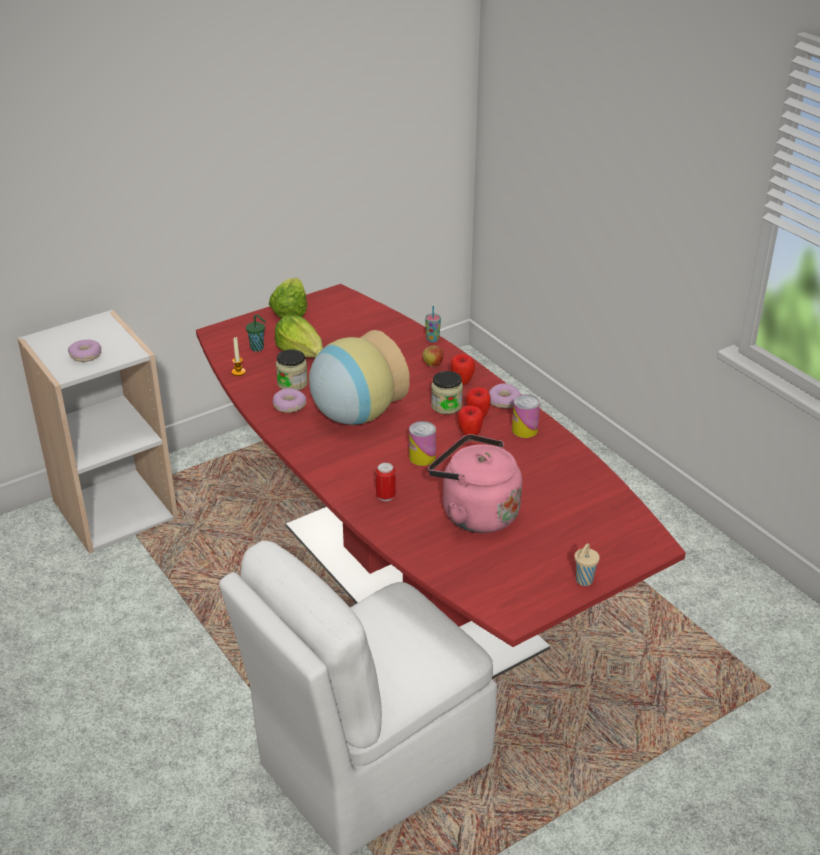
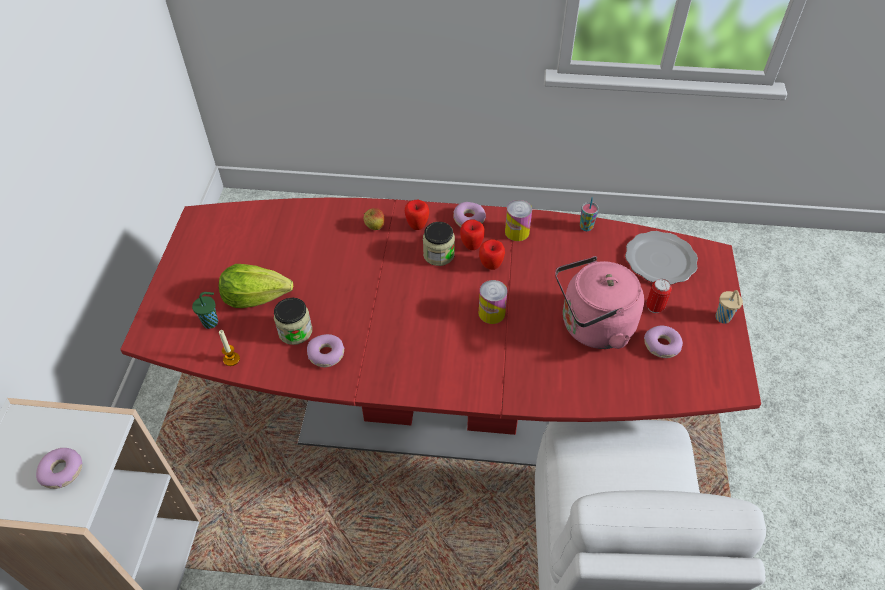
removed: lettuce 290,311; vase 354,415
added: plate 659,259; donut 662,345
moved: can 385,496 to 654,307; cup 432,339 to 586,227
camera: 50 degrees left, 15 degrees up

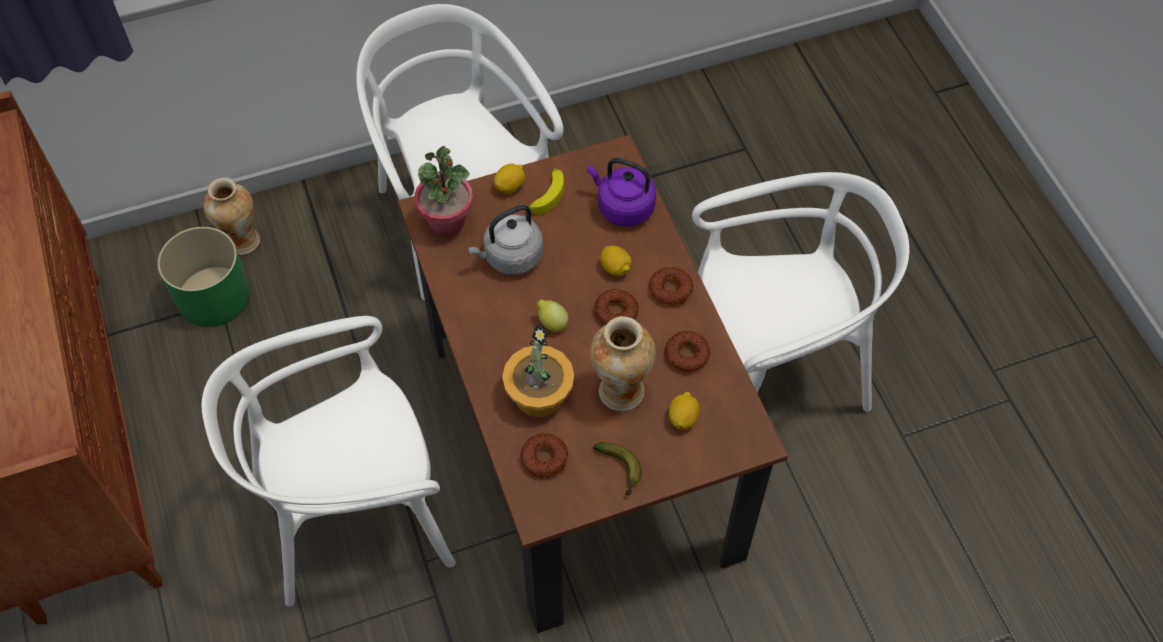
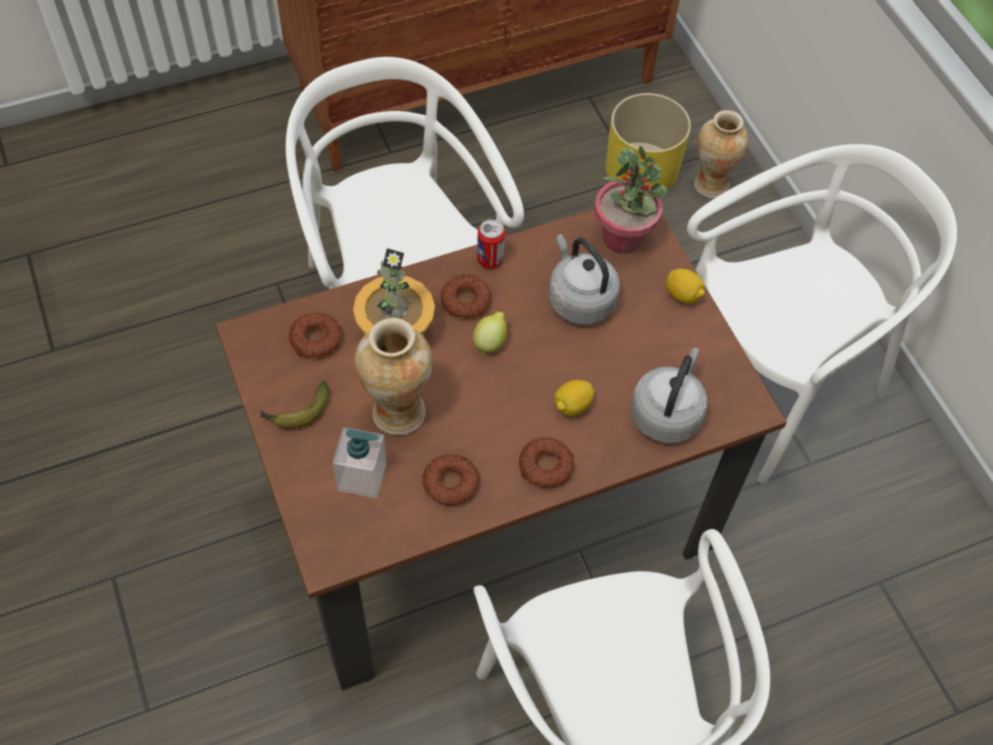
removed: banana 548,195
added: can 490,260
moved: donut 616,312 to 465,300
replaced: lemon 683,418 to soap dispenser 362,477
recoloured: planter (green) 213,296 to planter (yellow) 641,169; kettle (purple) 622,207 to kettle (grey) 666,413
camera: 85 degrees right, 0 degrees up

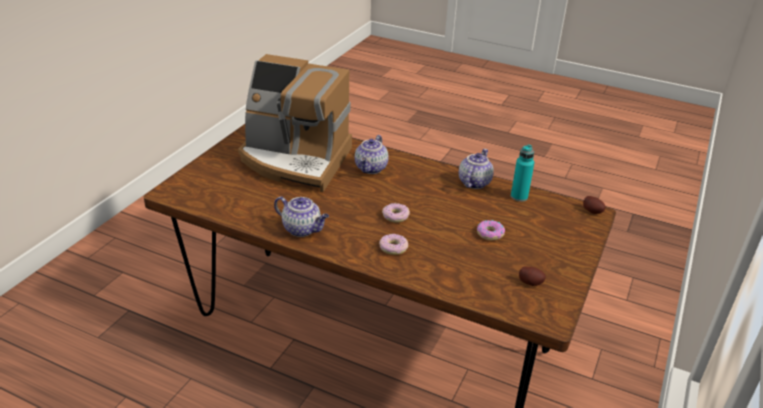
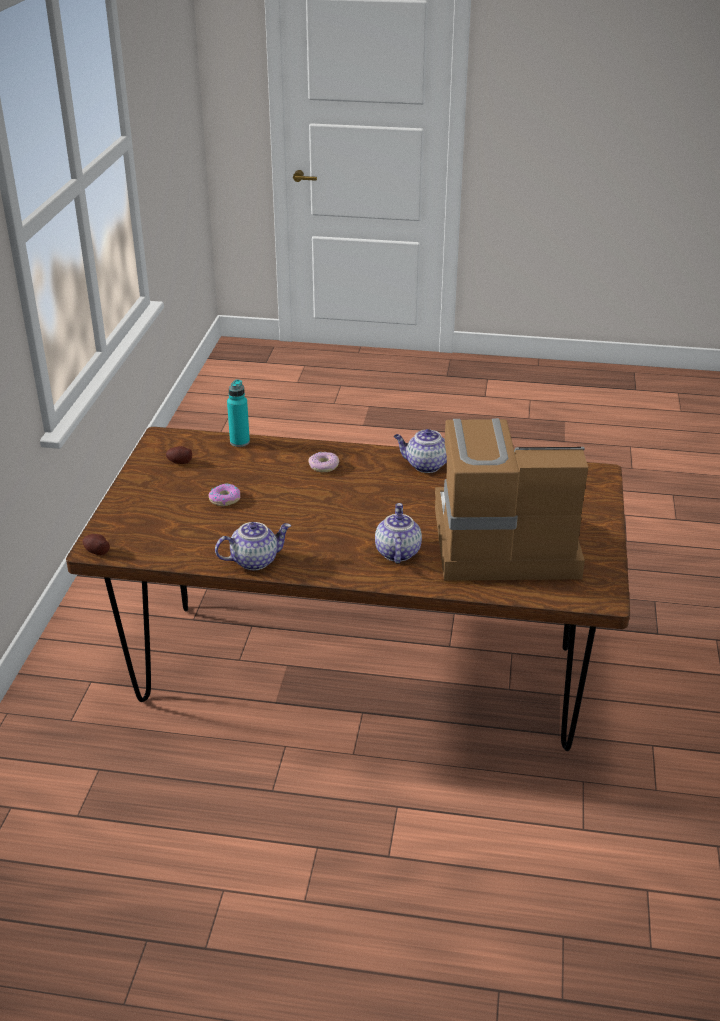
removed: donut 395,216
moved: bottle (turquoise) 519,197 to 239,442
turned: teapot 473,182 = 254,560 120 degrees counterclockwise
camera: 165 degrees right, 0 degrees up

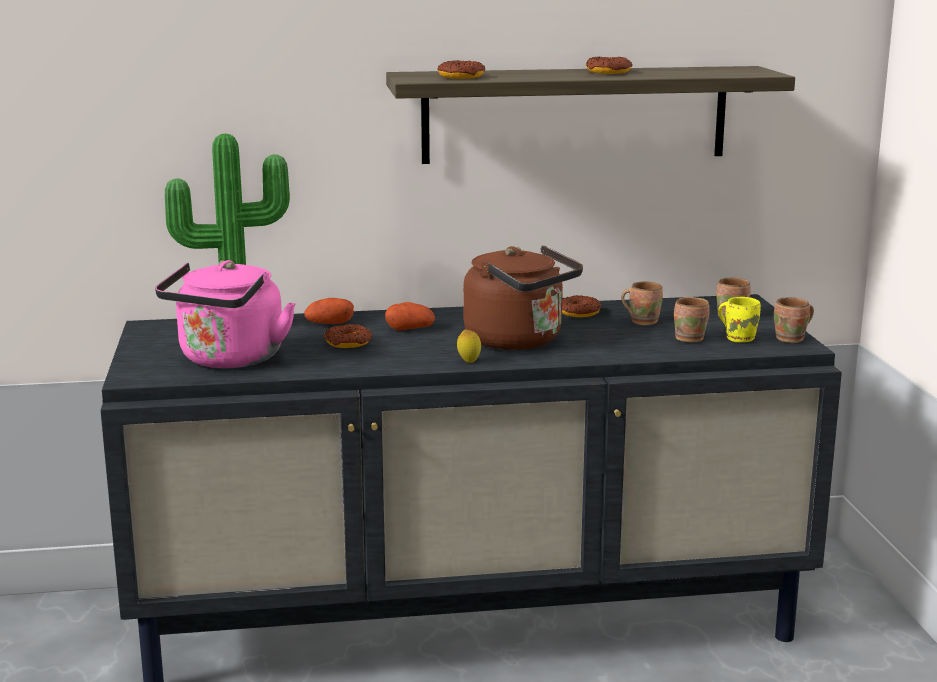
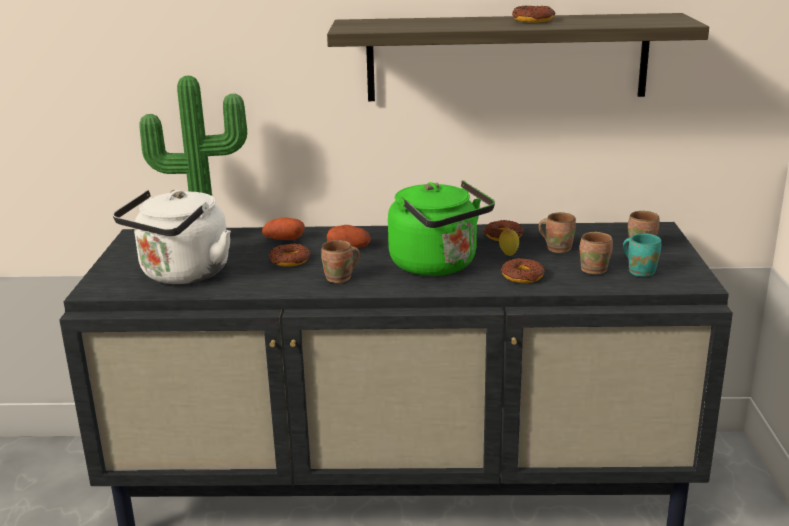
moved: donut 461,76 to 522,276; lemon 469,362 to 508,254; mug (brown) 792,339 to 340,279
recoloured: kettle (pink) 229,360 to kettle (white) 182,275; kettle (brown) 519,341 to kettle (green) 438,266; mug (yellow) 739,338 to mug (turquoise) 641,271
camera: 10 degrees right, 5 degrees up

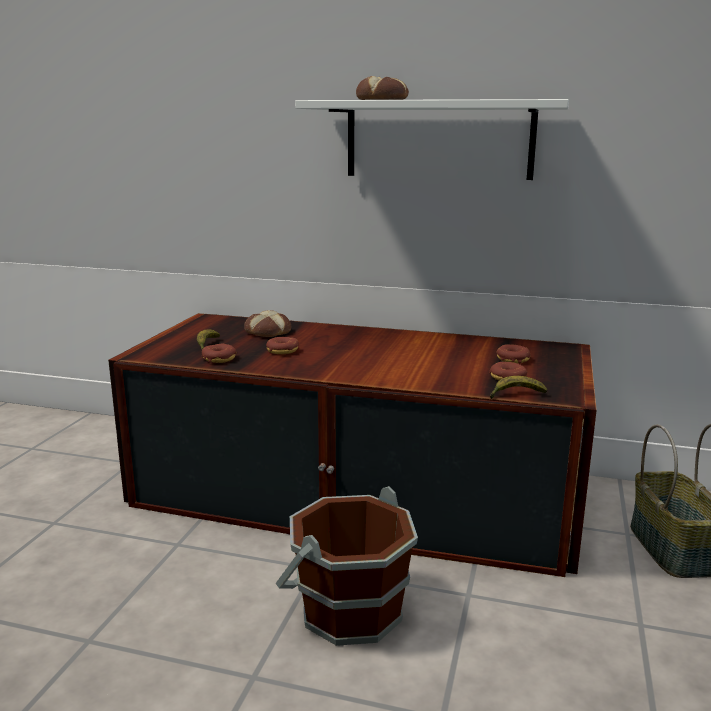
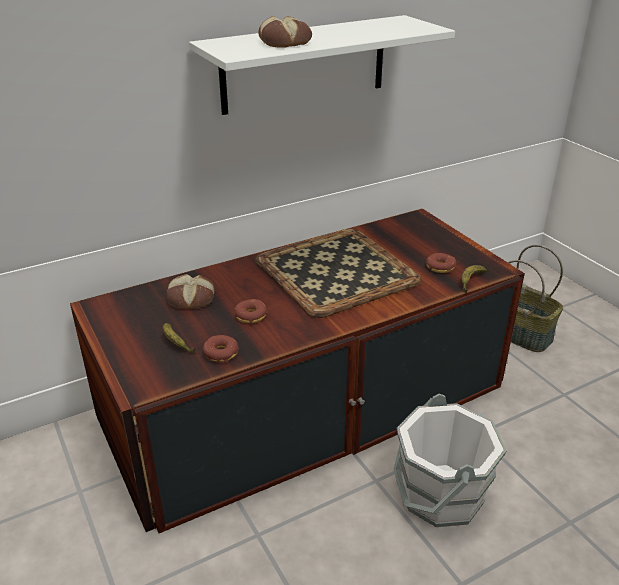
removed: donut 512,359
added: tray 336,270
recoloured: bucket (brown) 349,610 to bucket (white) 439,495
camera: 45 degrees left, 15 degrees up

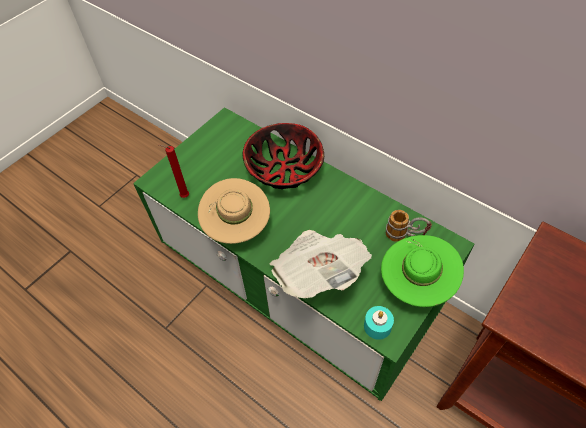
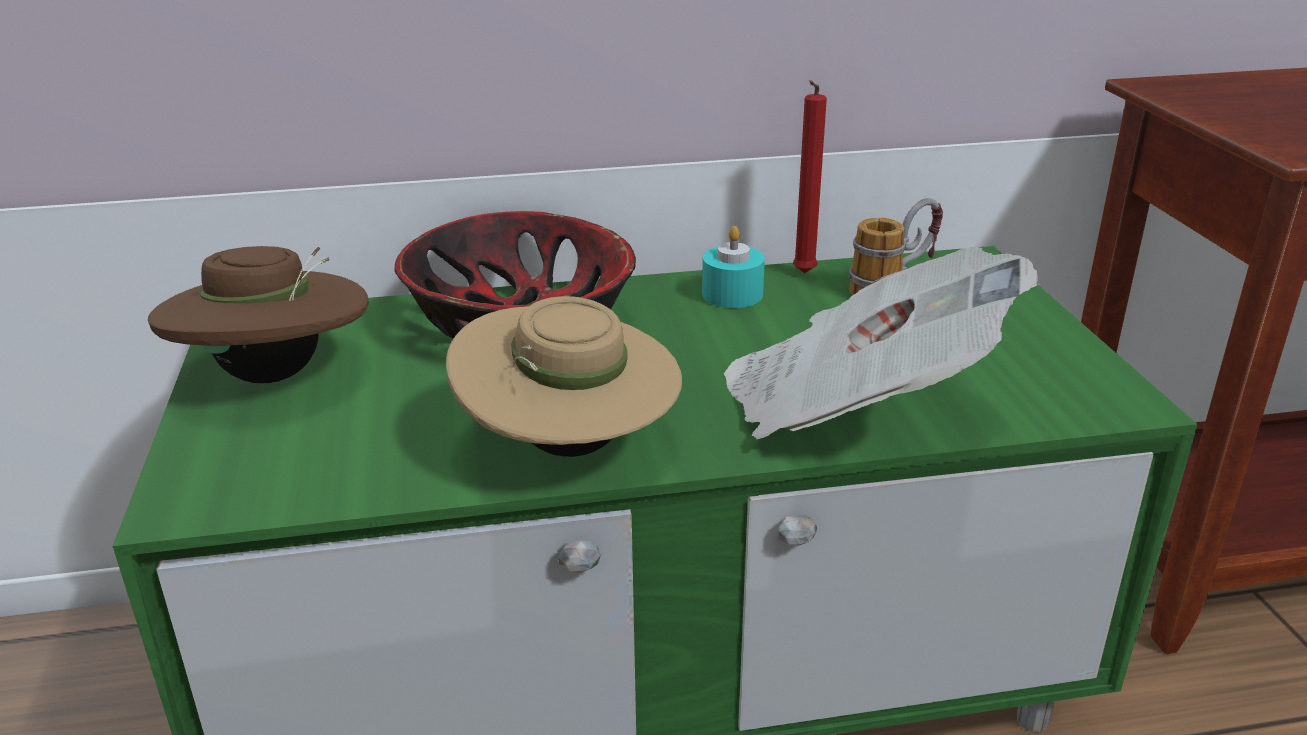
removed: hat (green) 416,284
added: hat (brown) 275,375
moved: candle (red) 183,196 to 802,274; candle (turquoise) 377,326 to 732,294
camera: 50 degrees left, 25 degrees down

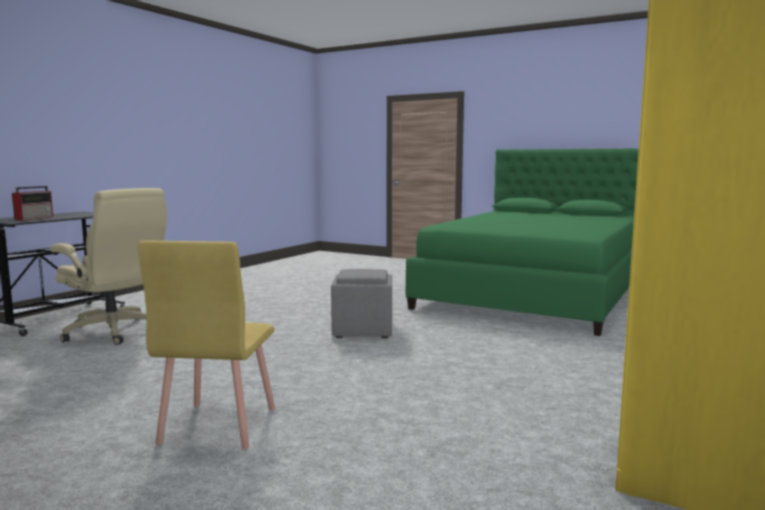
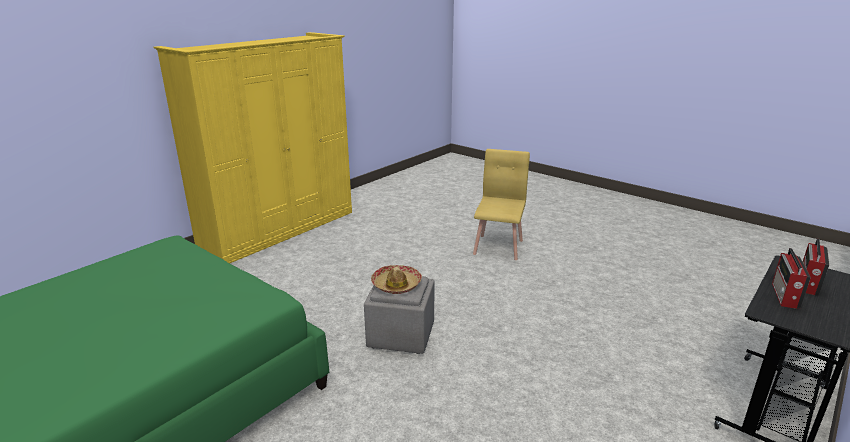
removed: office chair (beige) 117,333
added: hat 396,285; radio 785,296
camera: 170 degrees left, 15 degrees up

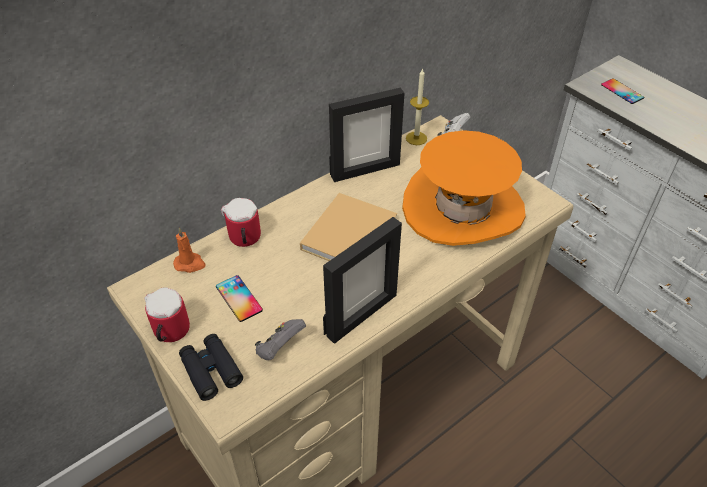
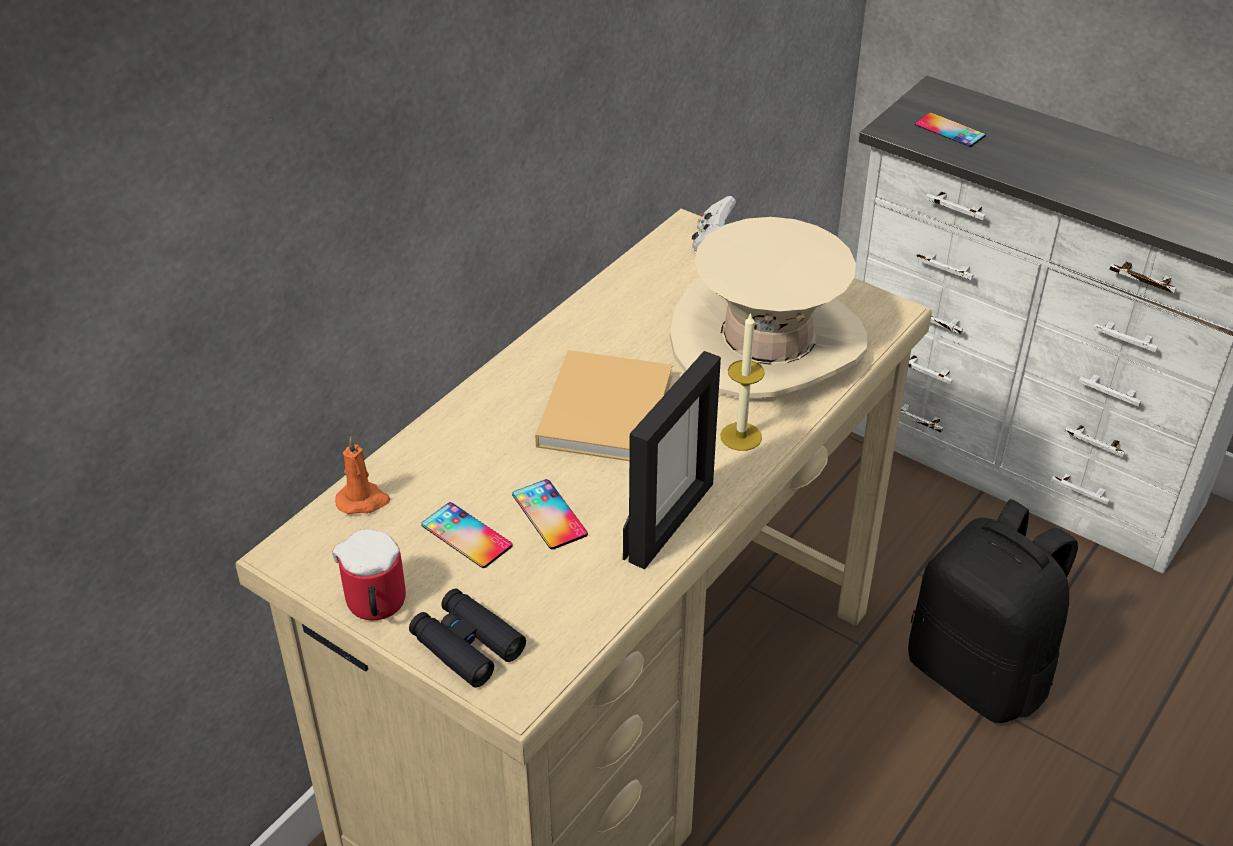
removed: mug 243,239; game controller (grey) 280,348; picture frame 365,169
added: phone 549,514; backpack (black) 980,674
moved: candle 416,138 to 741,436
recoloured: hat (orange) 462,208 to hat (beige) 767,341
camera: 15 degrees left, 5 degrees down

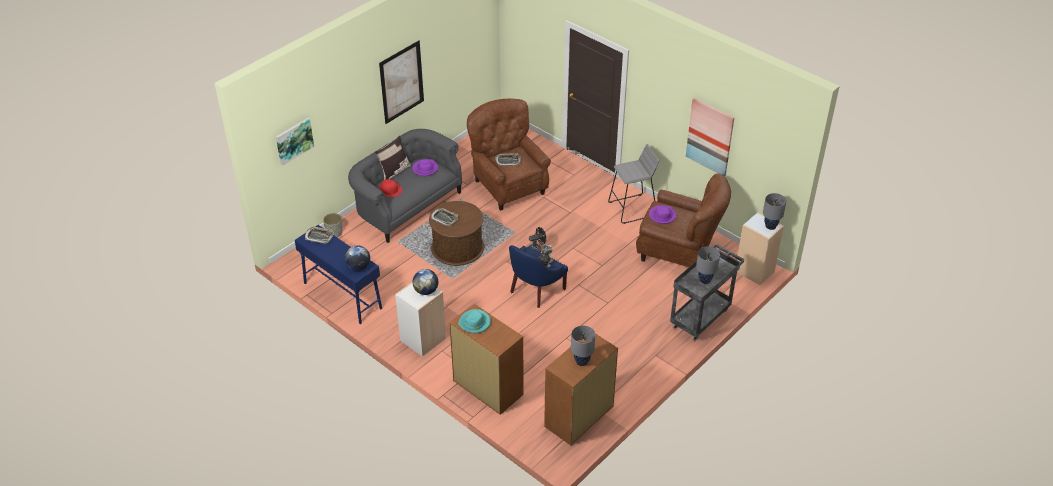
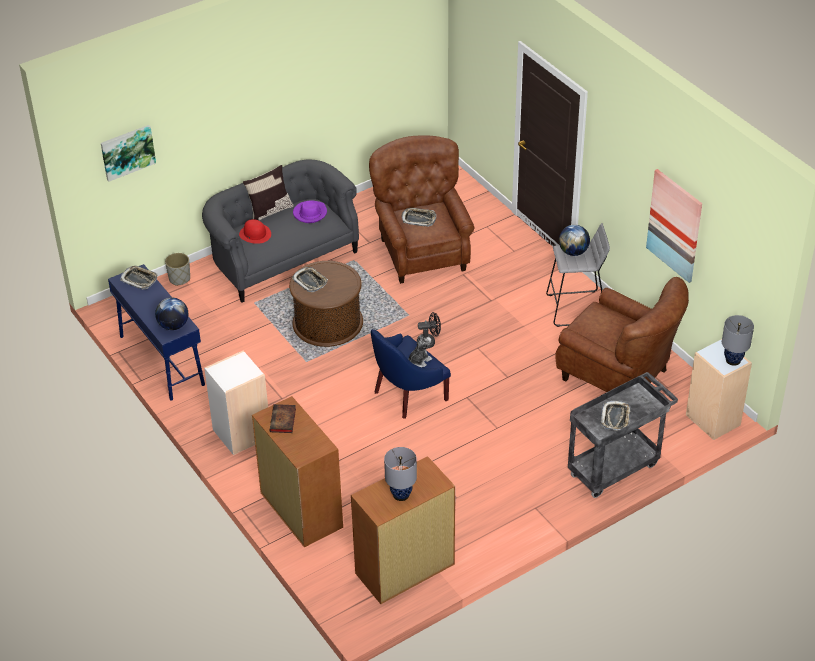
removed: picture 402,82; hat (purple) 662,215
moved: globe 426,291 to 573,252
replaced: hat (turquoise) 474,323 to book 283,421; table lamp (grey) 705,280 to tray 615,418
camera: 15 degrees right, 0 degrees up

